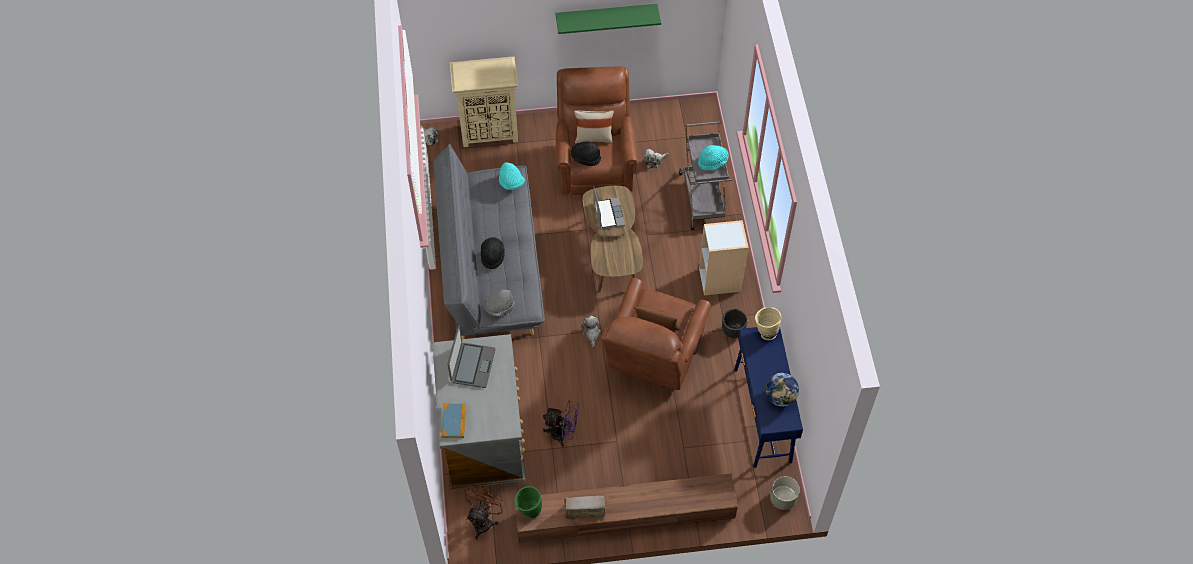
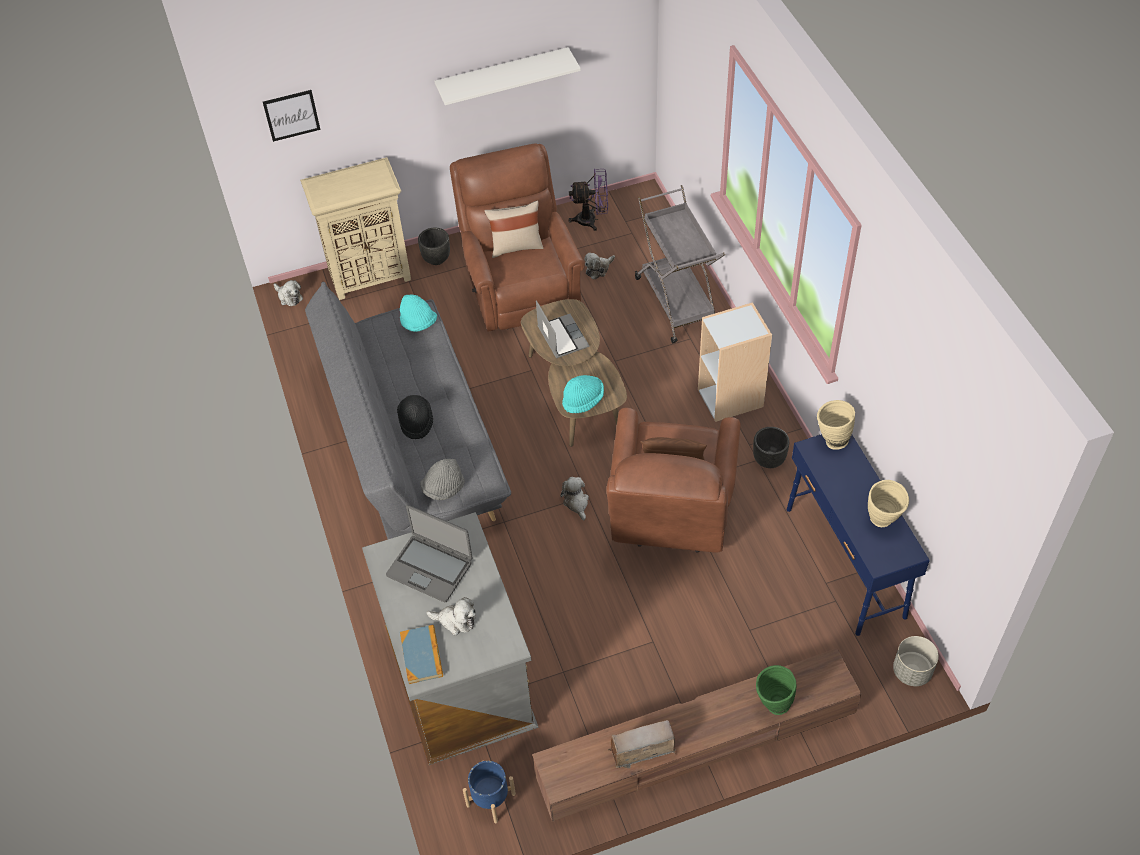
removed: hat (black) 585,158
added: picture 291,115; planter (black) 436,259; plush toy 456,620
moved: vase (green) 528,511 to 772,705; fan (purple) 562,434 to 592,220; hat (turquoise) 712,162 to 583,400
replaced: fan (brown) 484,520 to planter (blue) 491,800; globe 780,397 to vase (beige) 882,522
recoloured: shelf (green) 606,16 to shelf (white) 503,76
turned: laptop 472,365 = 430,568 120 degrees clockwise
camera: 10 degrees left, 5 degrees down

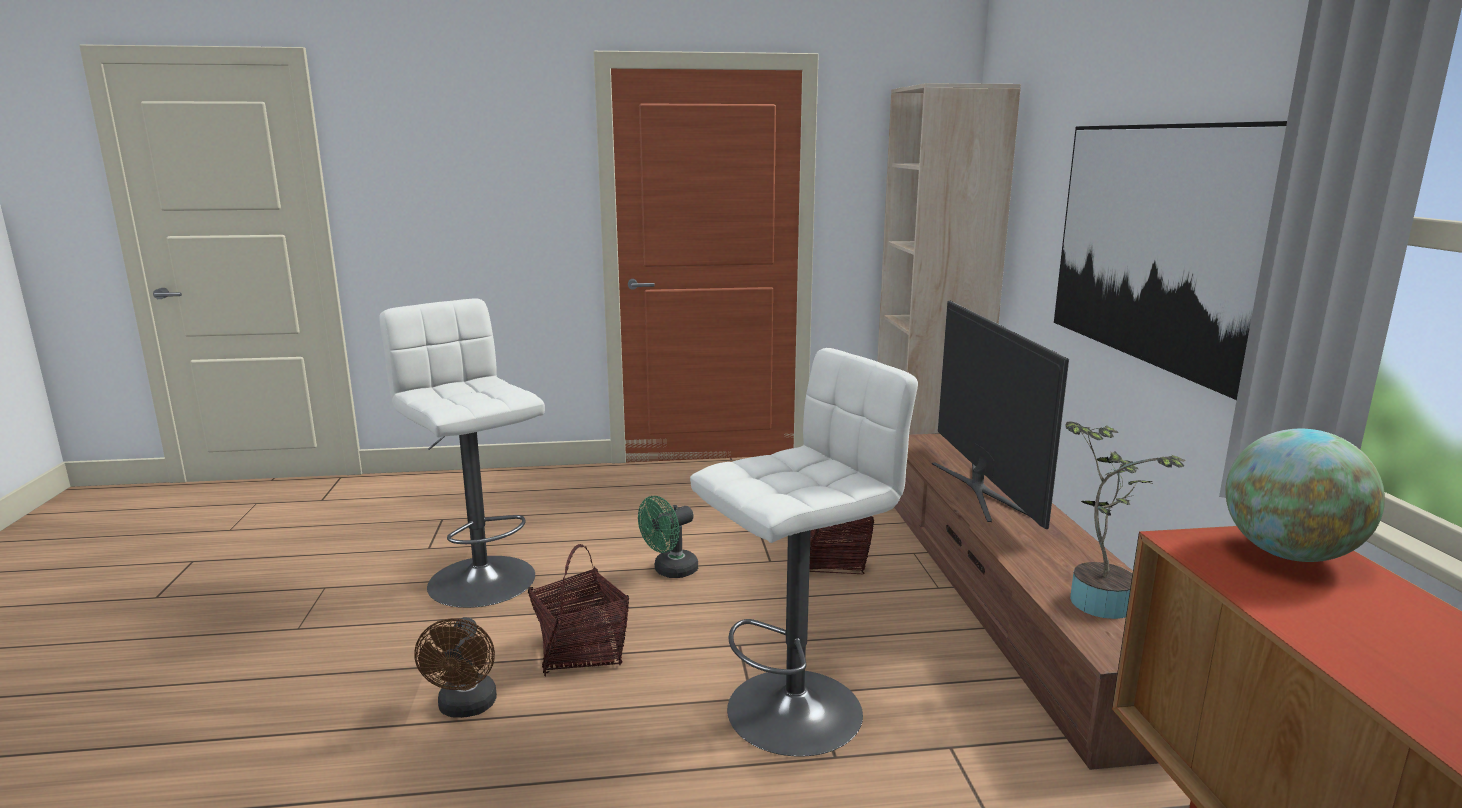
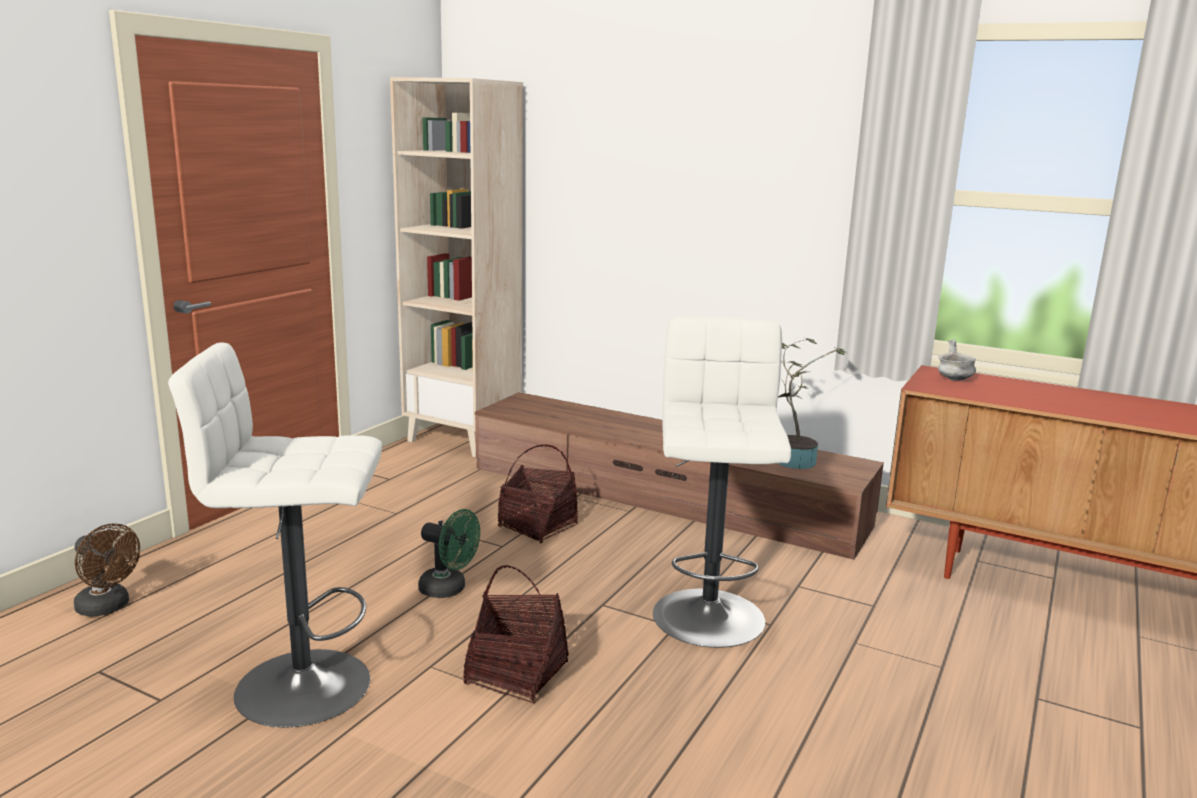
removed: television 982,489; picture 1153,244
moved: fan (brown) 466,708 to 108,607
replaced: globe 1288,554 to bowl (grey) 953,379
turned: fan (green) 670,571 = 449,589 60 degrees counterclockwise
camera: 55 degrees left, 0 degrees up

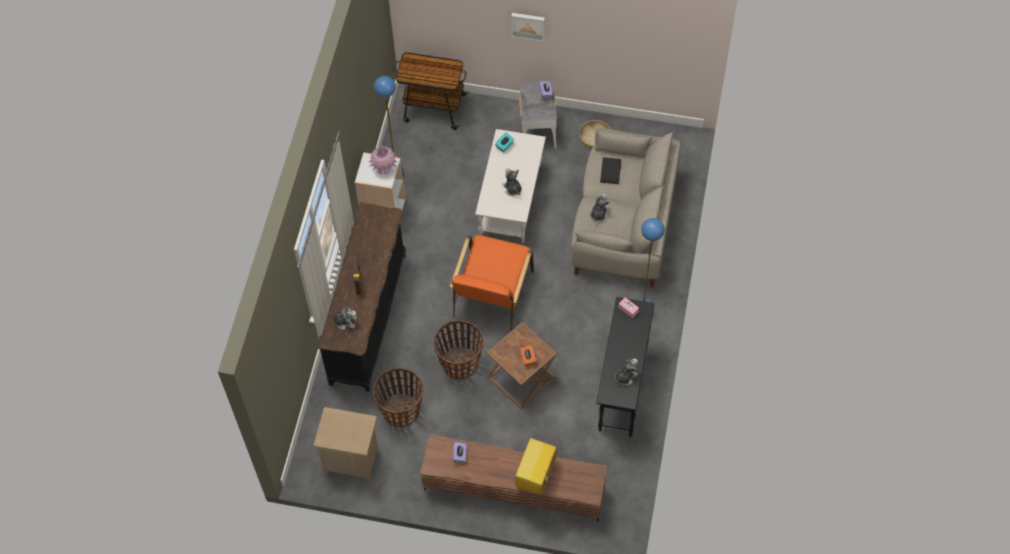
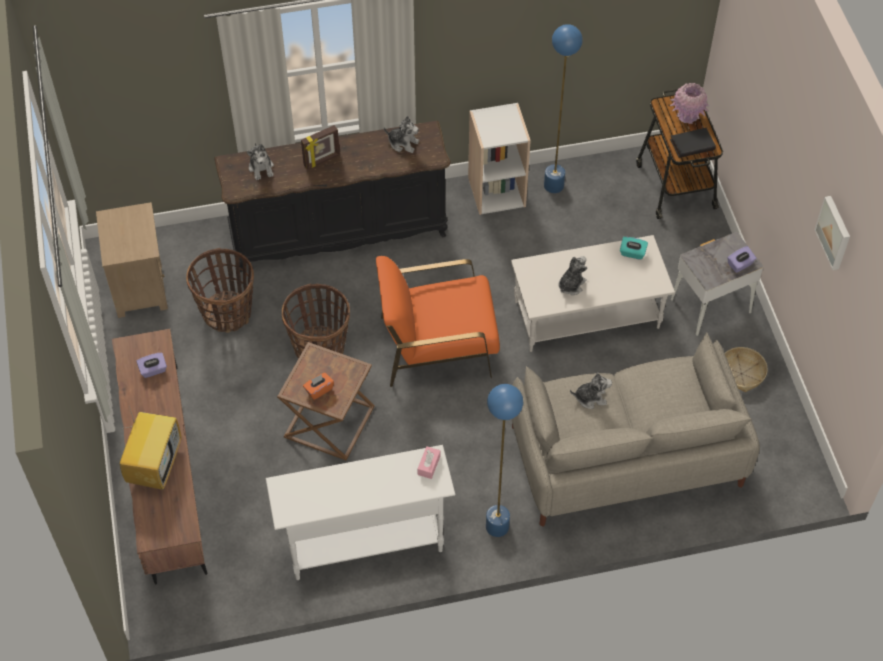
moved: vase (pink) 384,168 to 687,116; picture 528,25 to 834,232; book (black) 609,171 to 692,144; plush toy 625,376 to 403,143
recoloured: console table (black) 622,389 to console table (white) 364,544
turned: television 536,476 = 154,464 105 degrees clockwise
camera: 65 degrees right, 5 degrees down

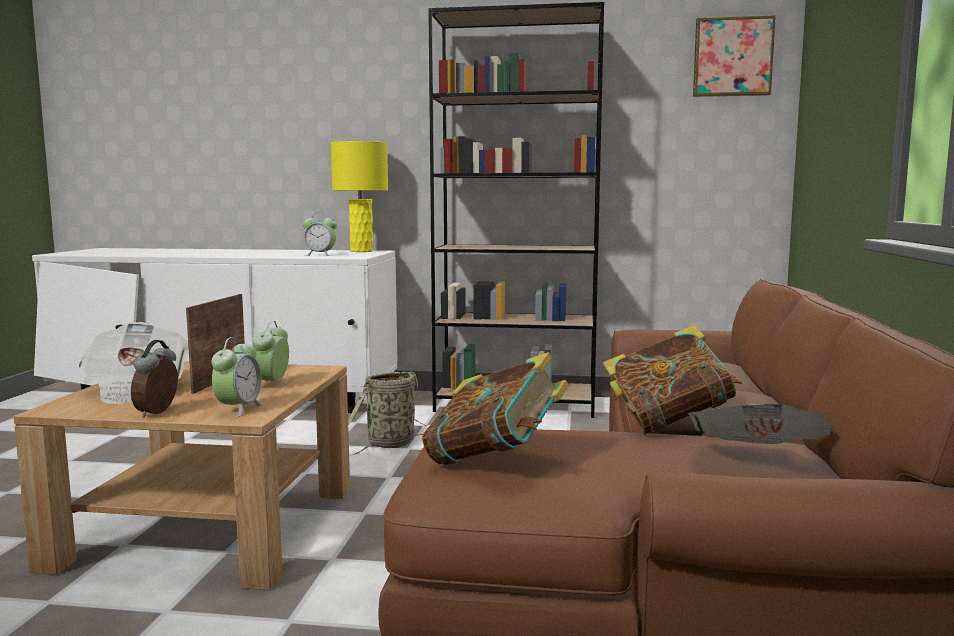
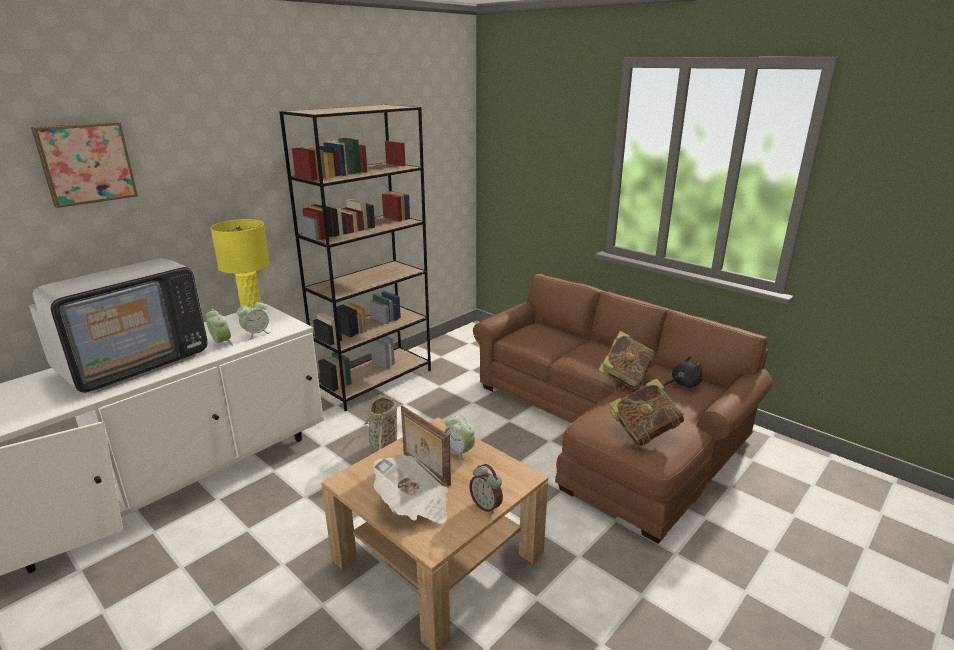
added: television 133,363
moved: alarm clock 239,409 to 221,343; picture 732,57 to 86,163
replaced: newspaper 757,463 to plush toy (black) 683,384
camera: 55 degrees left, 15 degrees up

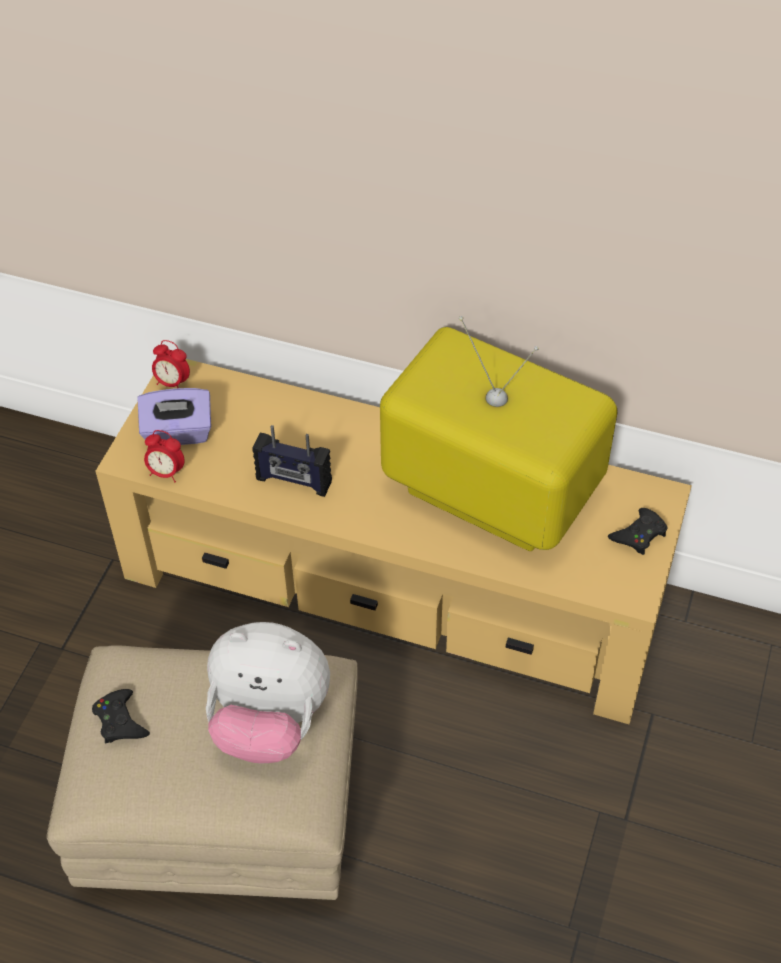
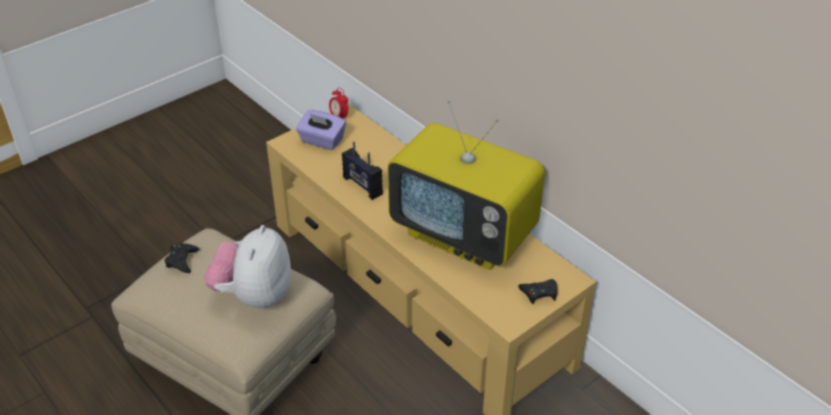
removed: alarm clock 166,473
turned: plush toy 269,722 = 254,295 60 degrees clockwise; television 487,493 = 465,235 150 degrees clockwise
camera: 30 degrees right, 10 degrees down

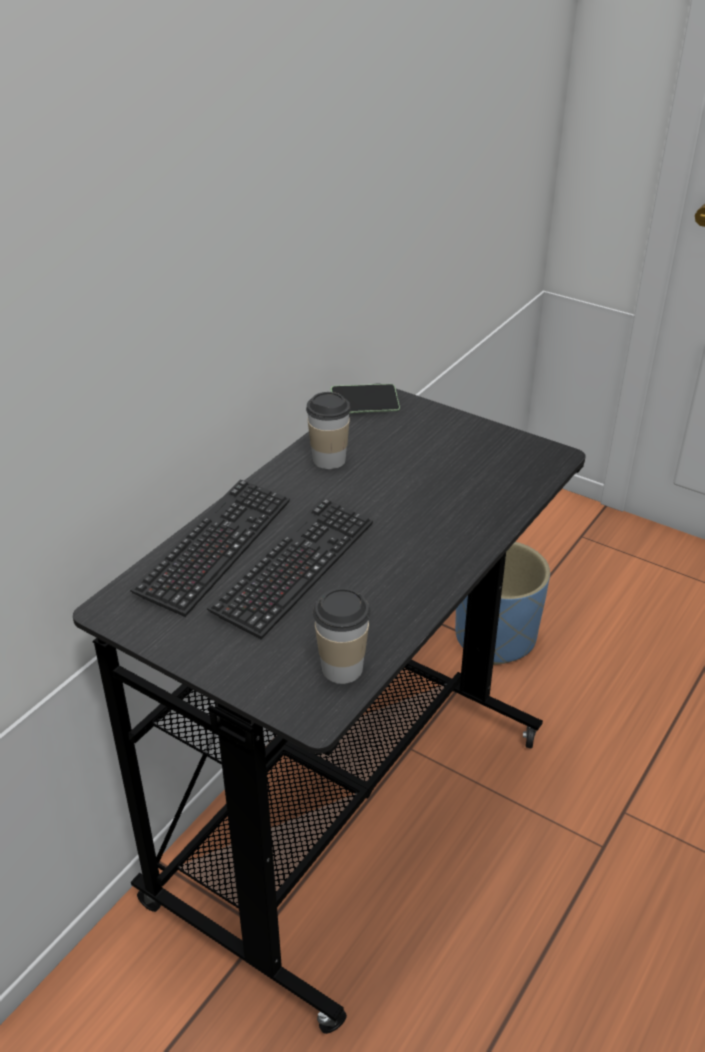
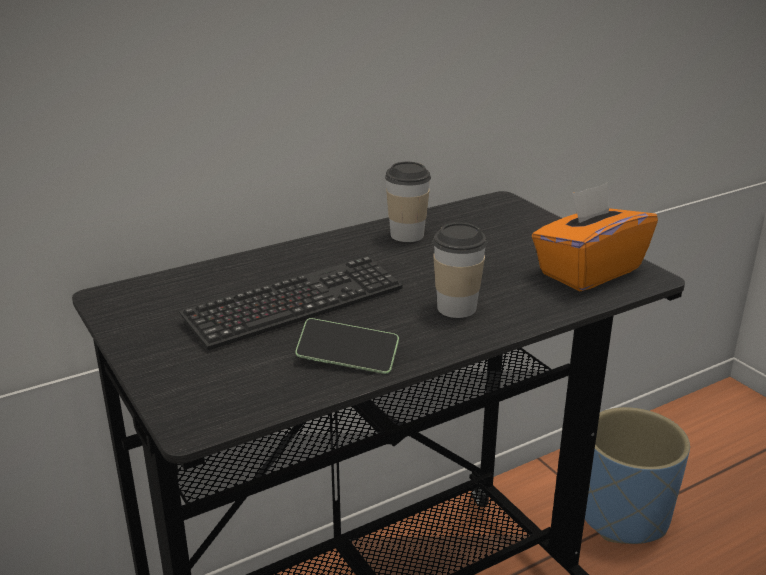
removed: keyboard 215,548
added: tissue box (orange) 588,271
moved: cup 342,668 to 456,308; phone 365,407 to 347,358
camera: 25 degrees right, 10 degrees down

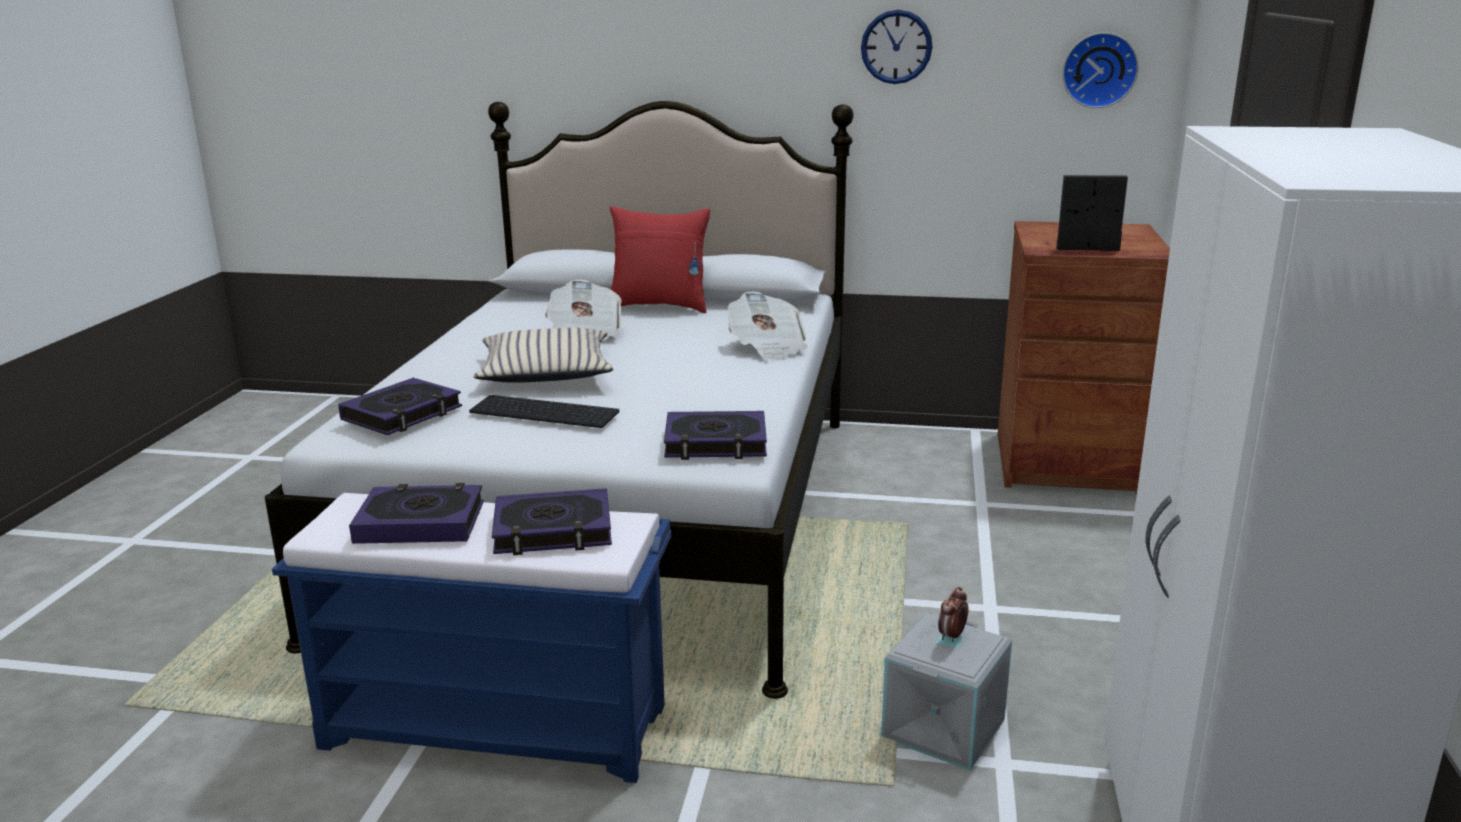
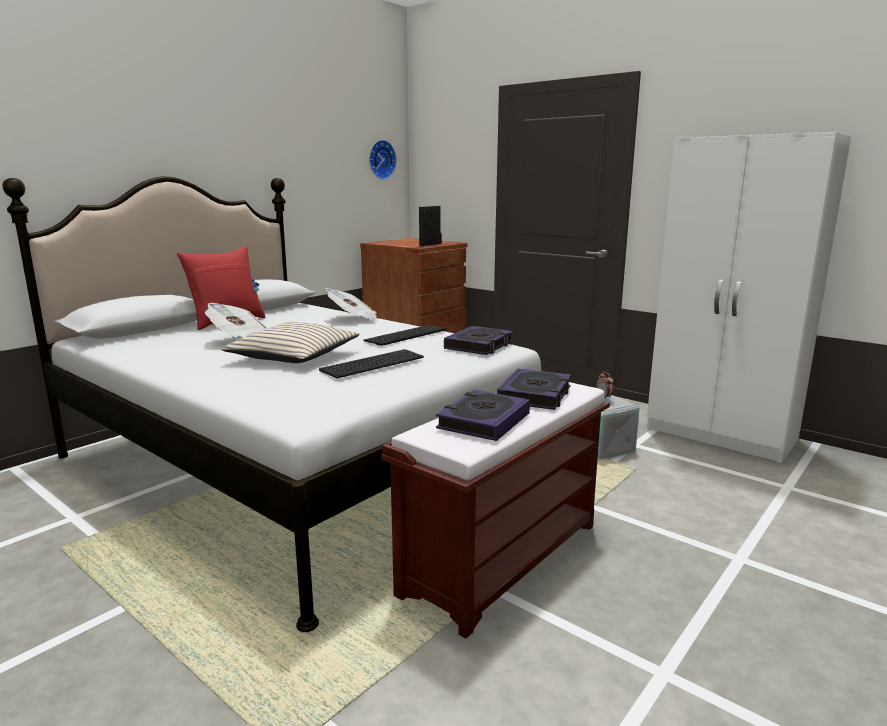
removed: book 402,414; wall clock 896,47
added: keyboard 406,335
recoloured: bench (blue) 499,726 to bench (brown) 503,557
camera: 60 degrees left, 5 degrees down

